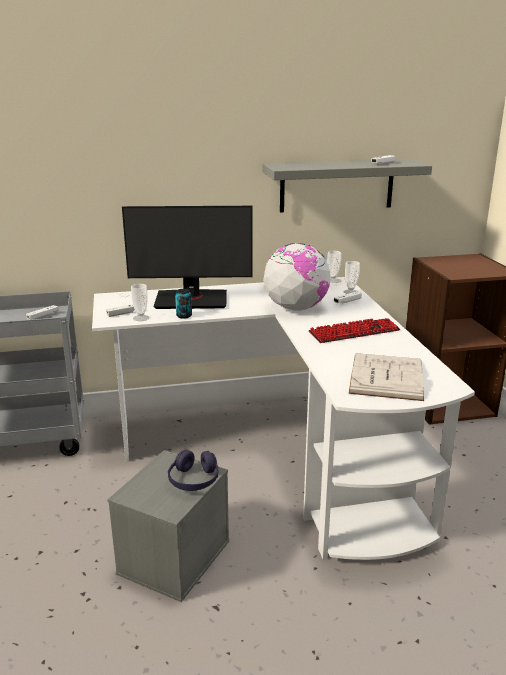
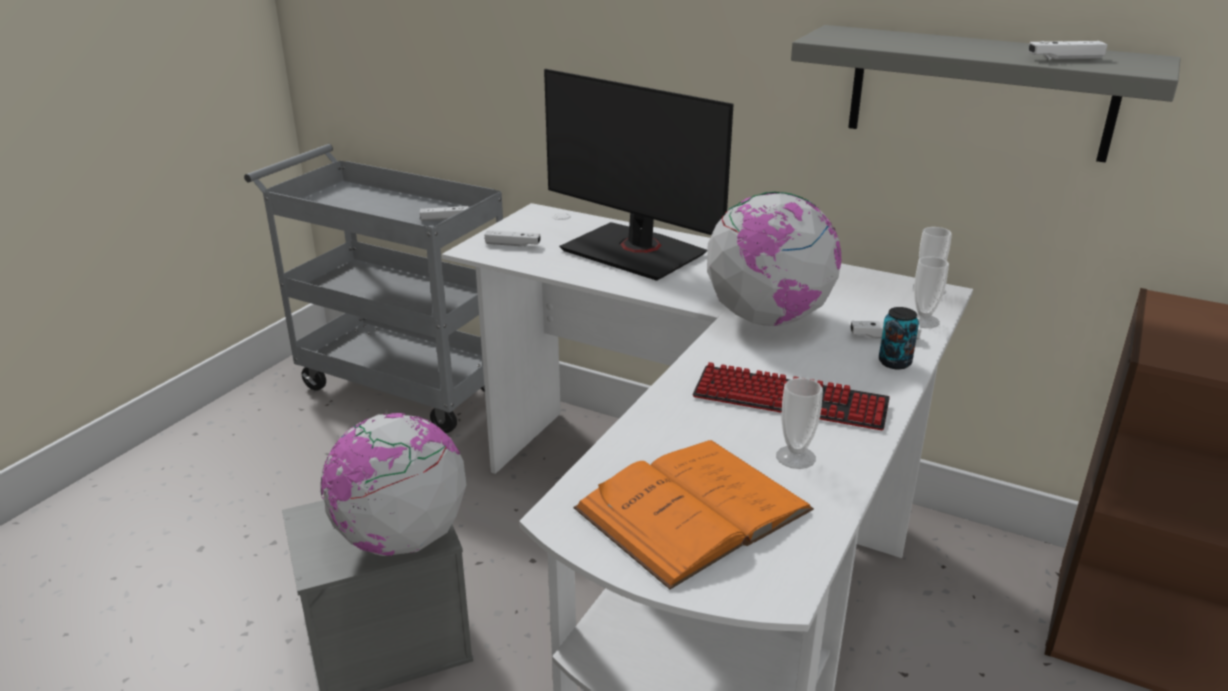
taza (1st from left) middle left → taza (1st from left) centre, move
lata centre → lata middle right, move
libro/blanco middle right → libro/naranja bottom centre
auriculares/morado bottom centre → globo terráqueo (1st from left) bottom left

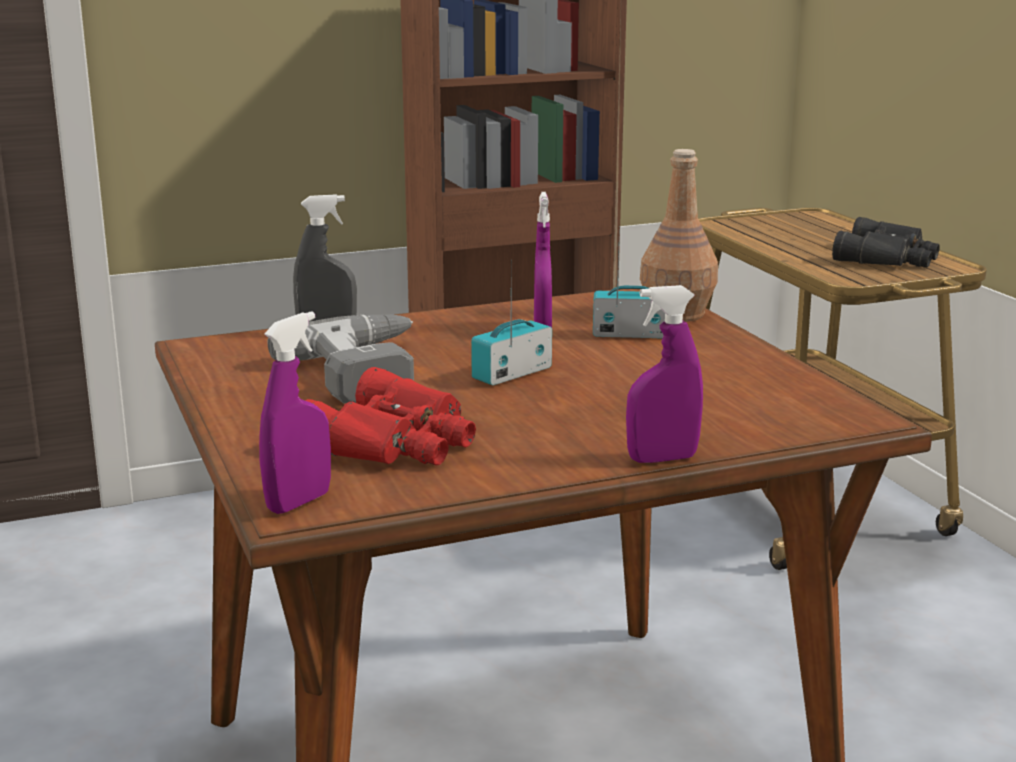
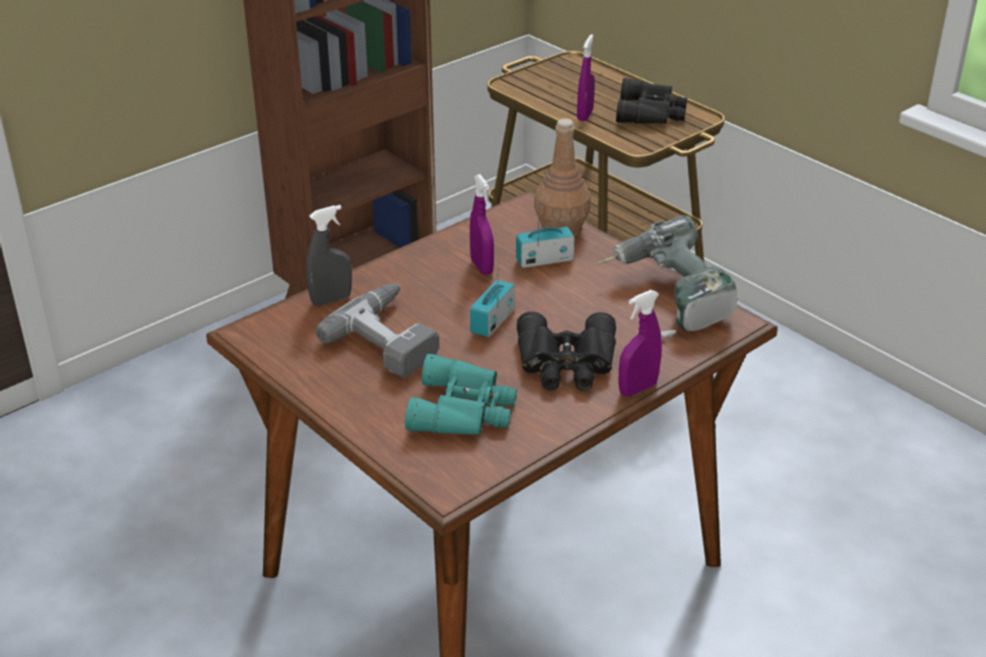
pulverizador/morado (1st from left in the first image) middle left → pulverizador/morado (2nd from left) top centre, move
prismáticos/rojo centre → prismáticos/turquesa centre
- → taladro (2nd from left) middle right
- → prismáticos/negro (1st from left) centre

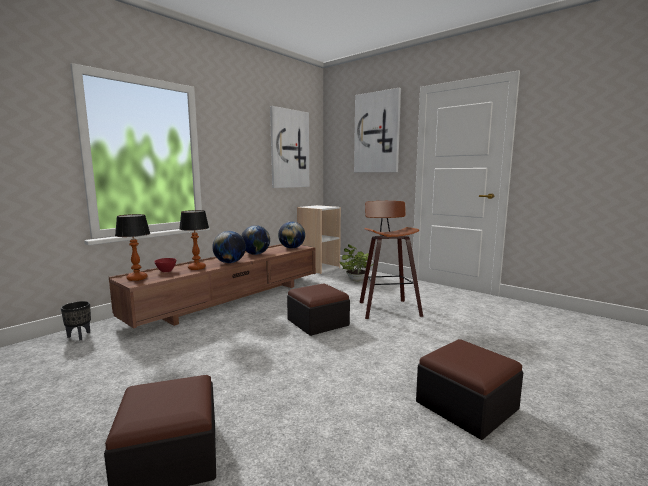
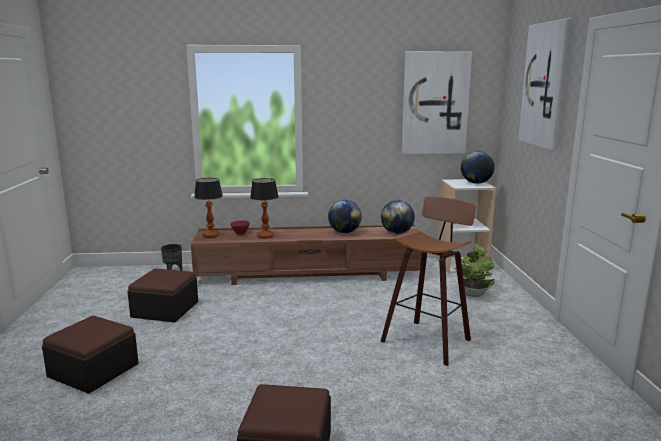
globo terráqueo (1st from left in the first image) centre → globo terráqueo (3rd from left) middle right, move
puf (2nd from left) centre → puf (2nd from left) bottom left, move

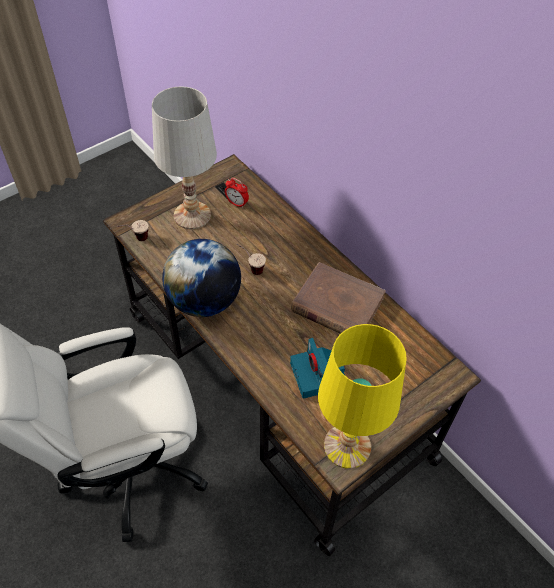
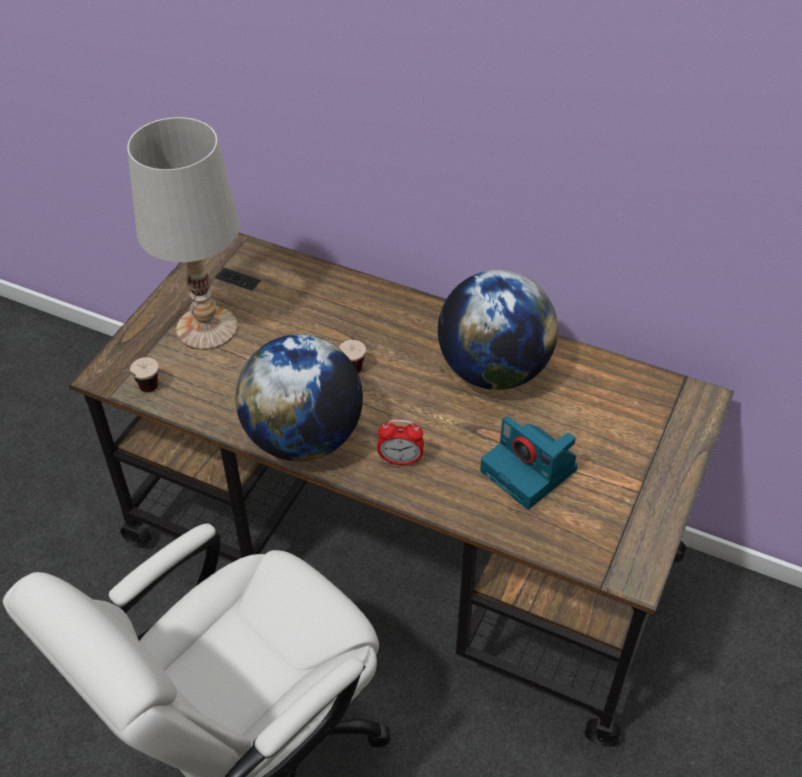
despertador top centre → despertador centre, move
libro/marrón centre → globo terráqueo (2nd from left) centre
lámpara de mesa/amarillo bottom centre → -

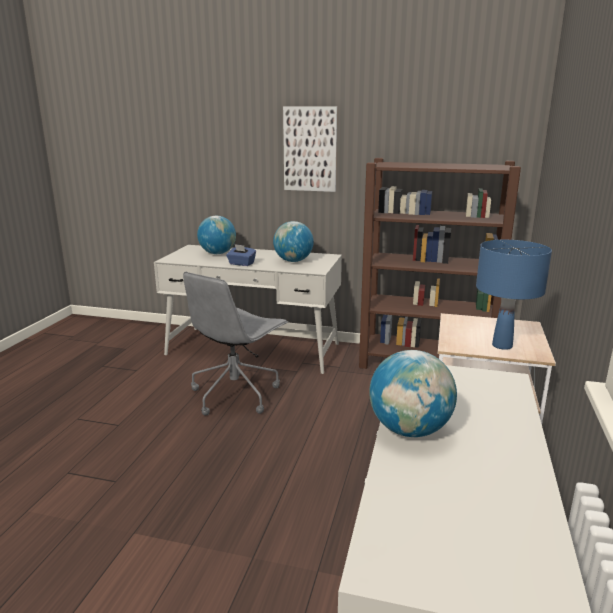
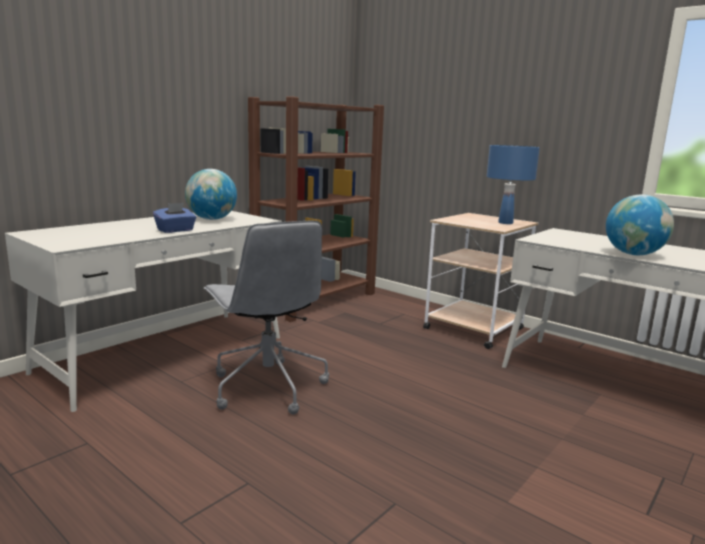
cuadro top centre → -
globo terráqueo (1st from left) centre → -

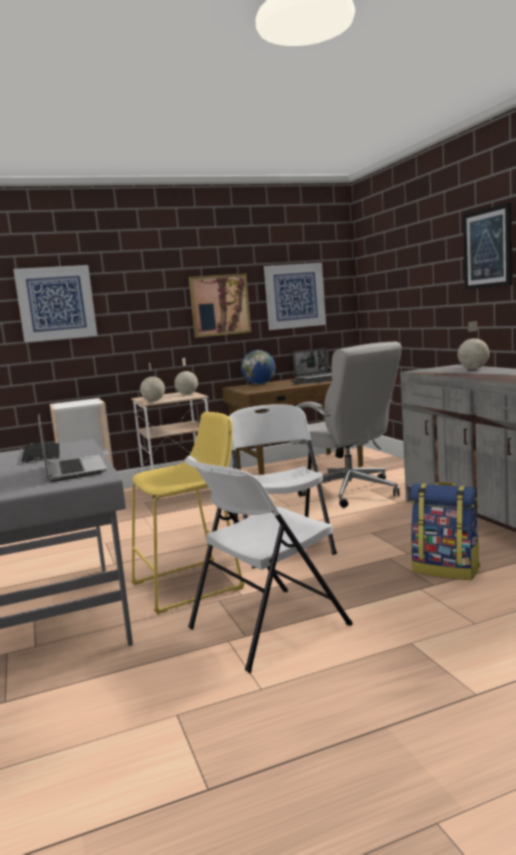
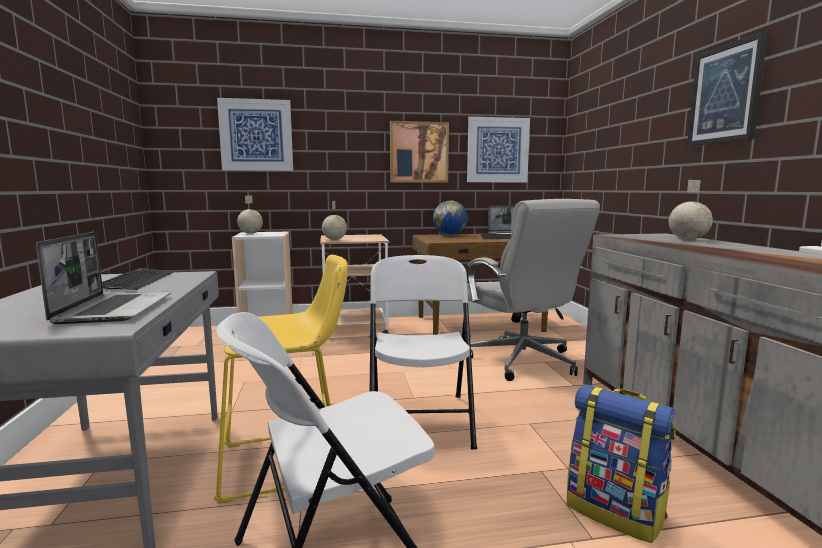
globo terráqueo (2nd from left in the first image) centre → globo terráqueo (1st from left) middle left, move

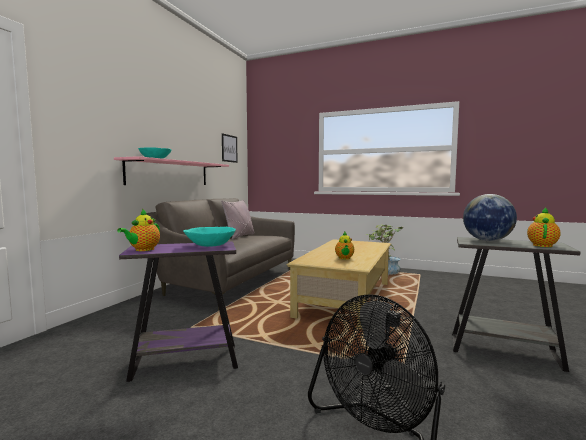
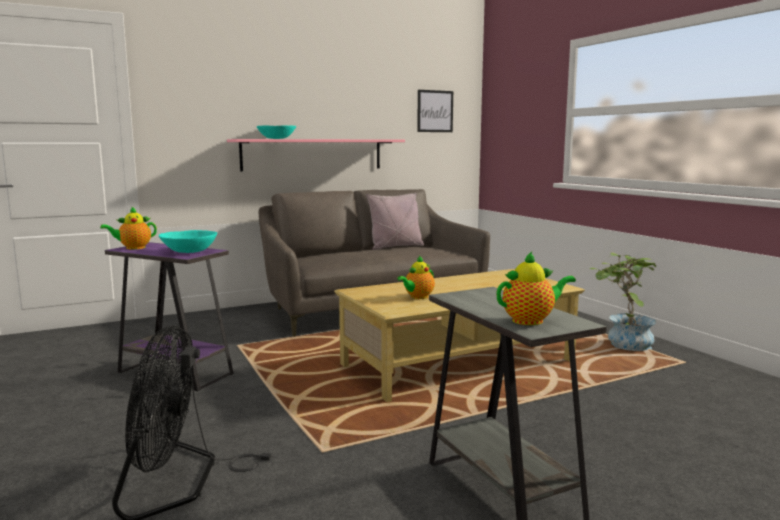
globo terráqueo middle right → -

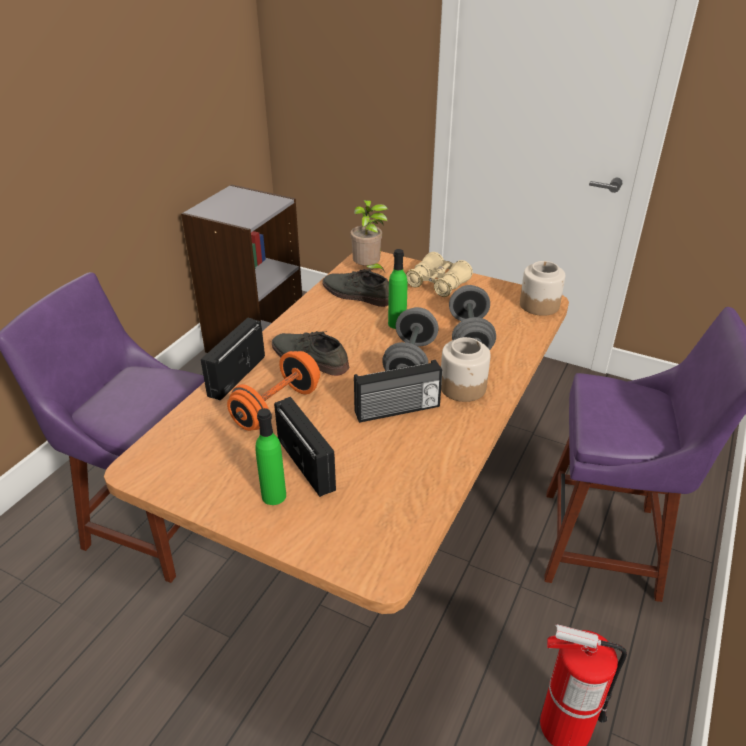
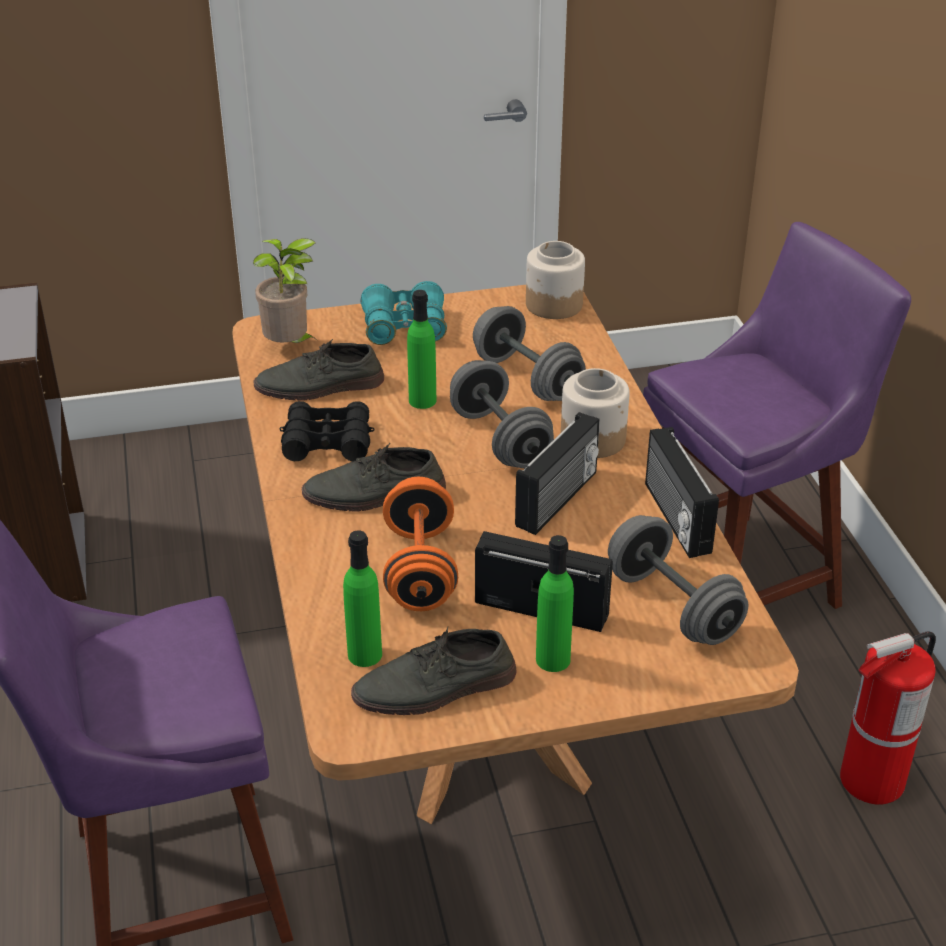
prismáticos/beis centre → prismáticos/turquesa top centre
radio (1st from left in the first image) middle left → radio (3rd from left) middle right, move
- → prismáticos/negro centre
- → mancuerna/gris (3rd from left) middle right
- → botella/verde (1st from left) centre
- → zapato/gris (3rd from left) bottom centre

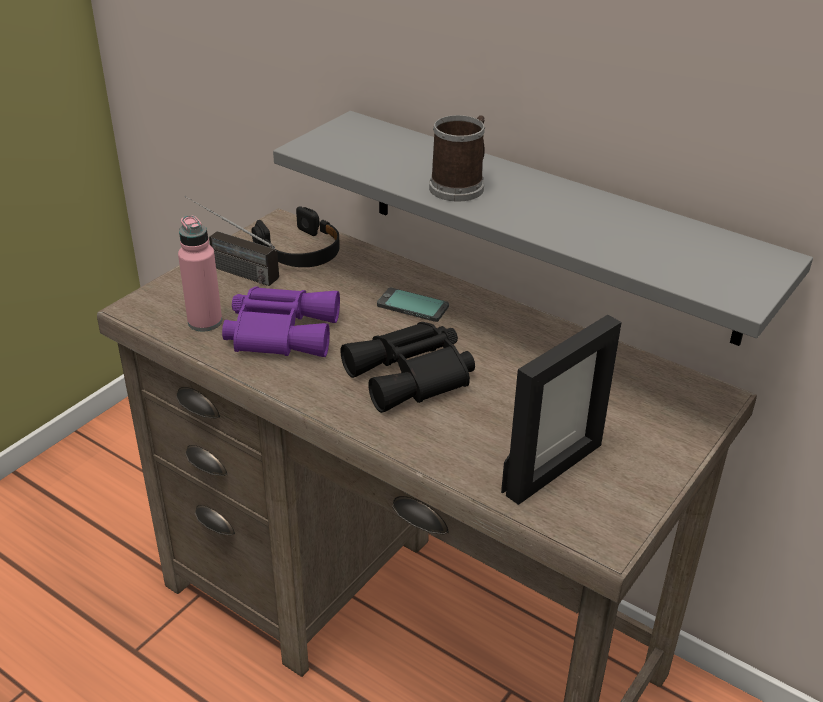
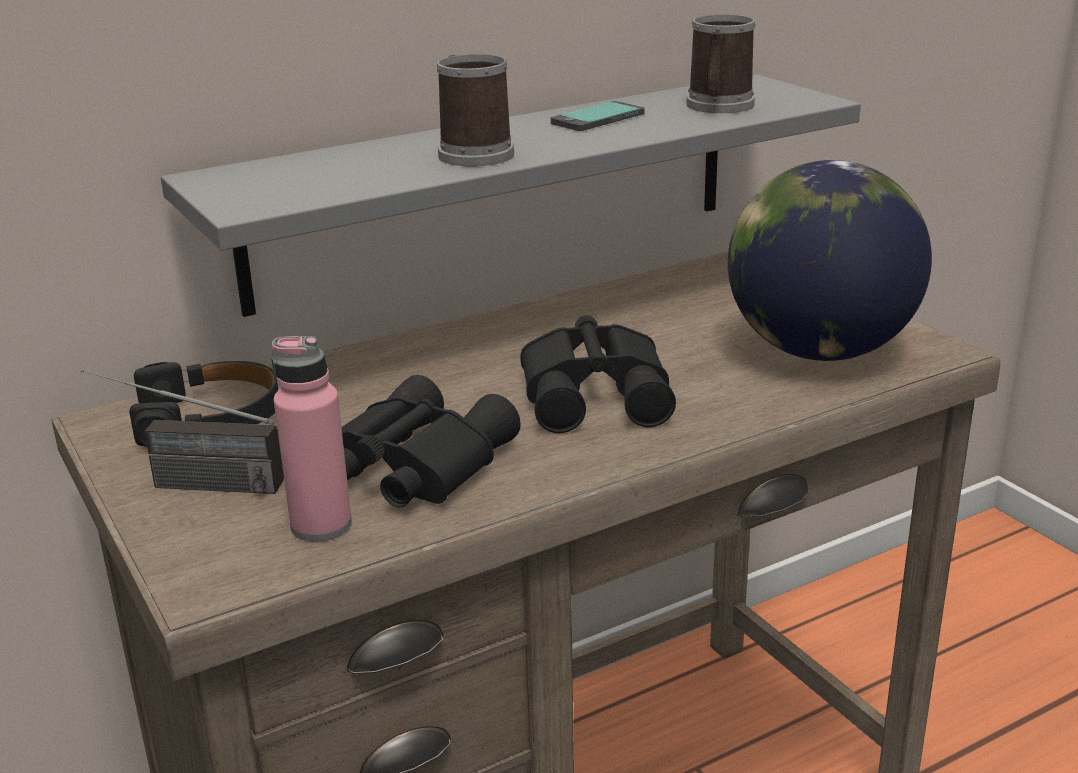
radio middle left, 45 degrees clockwise
prismáticos/morado centre → prismáticos/negro (1st from left) centre
móvil centre → móvil top centre, move
portarretratos middle right → globo terráqueo middle right
- → taza grande (2nd from left) top right

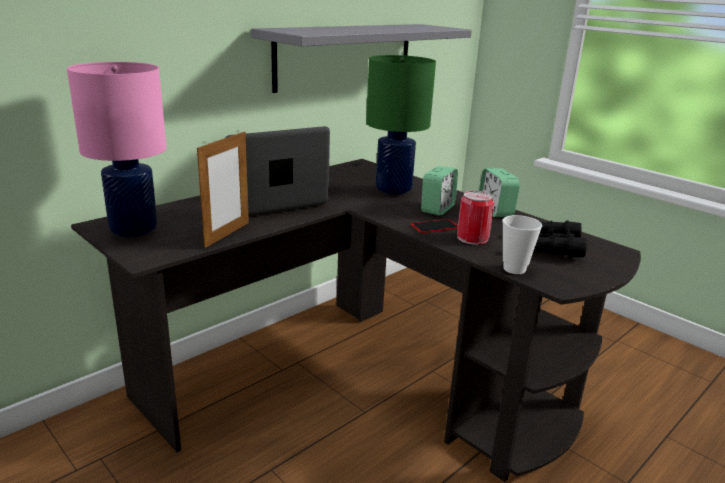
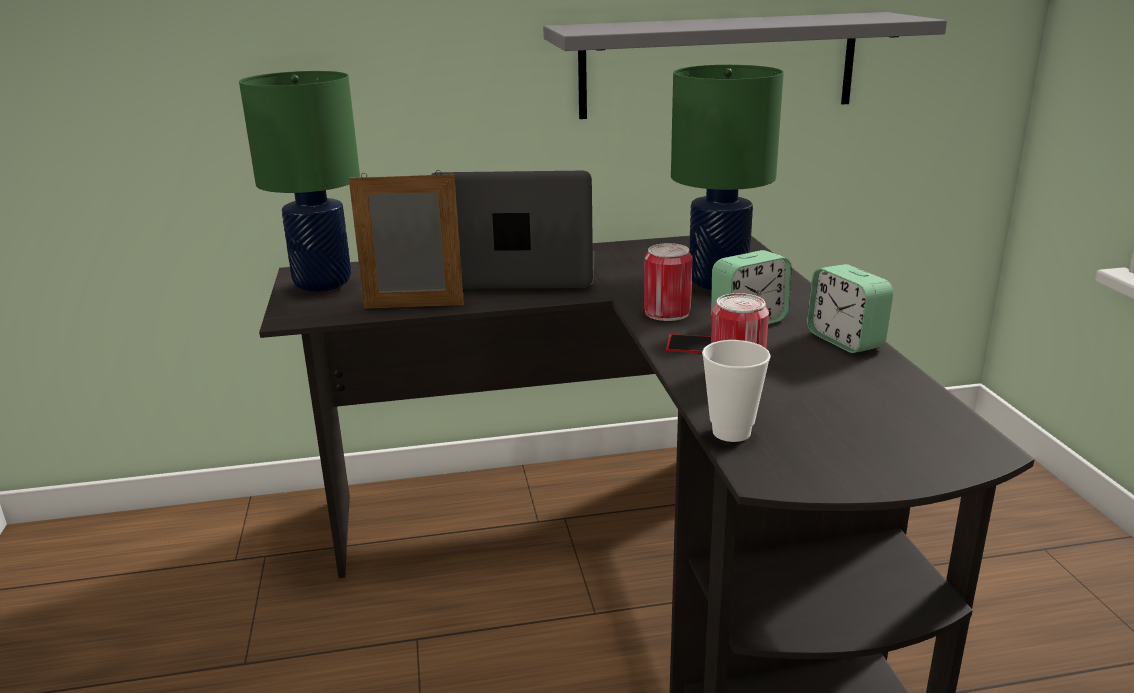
lámpara de mesa/rosa top left → lámpara de mesa/verde (1st from left) top left
portarretratos middle left → portarretratos centre, 150 degrees counterclockwise
despertador (2nd from left) middle right, 45 degrees counterclockwise
prismáticos/negro middle right → -
- → lata (1st from left) centre

